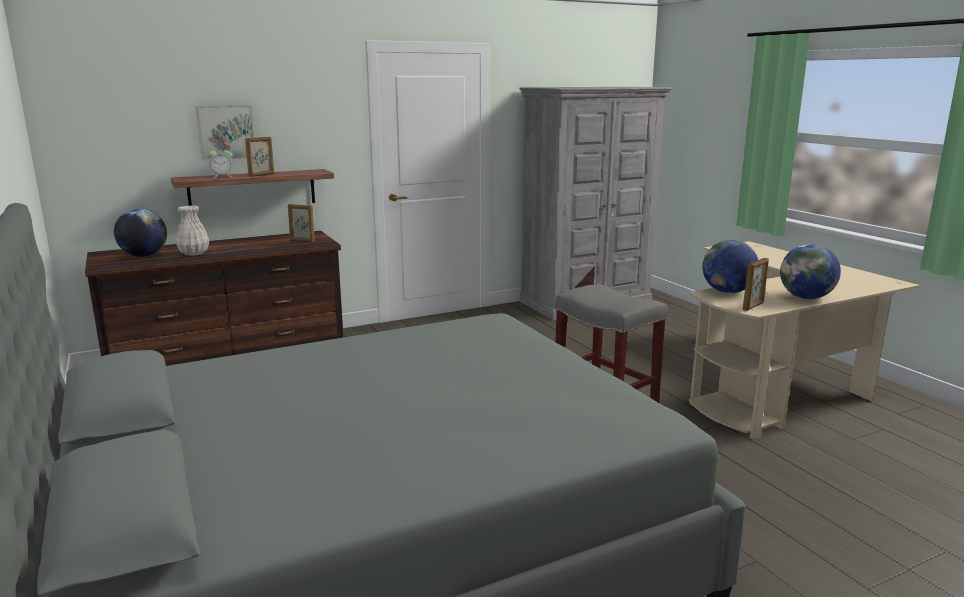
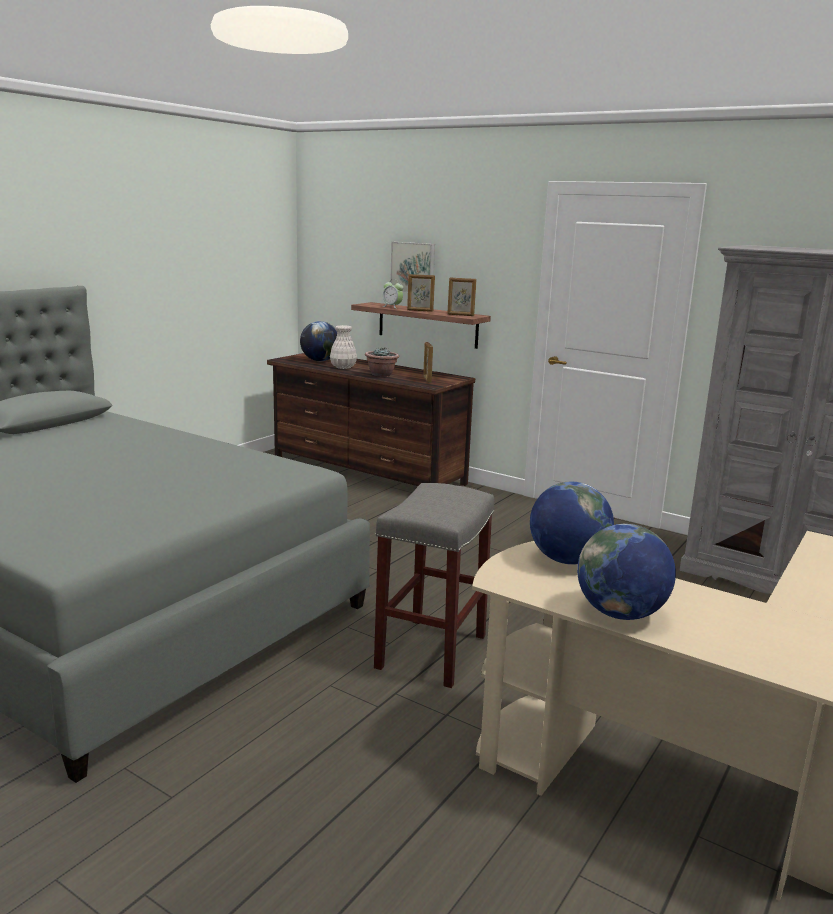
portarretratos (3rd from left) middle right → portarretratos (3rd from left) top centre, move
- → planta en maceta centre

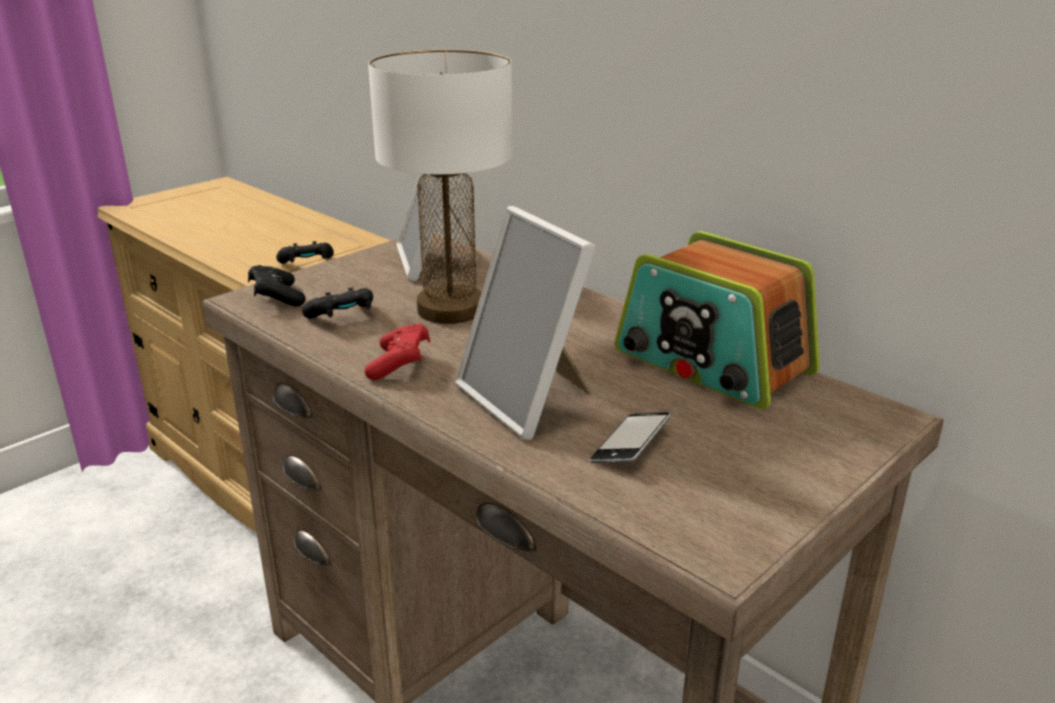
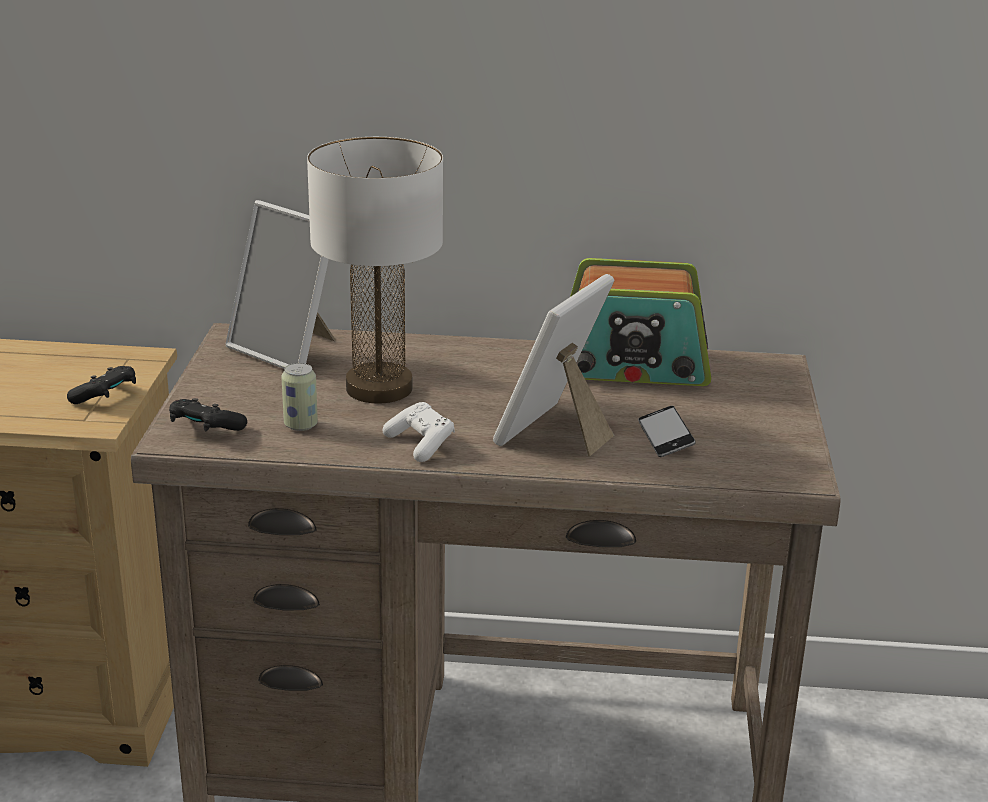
portarretratos (2nd from left) centre, 105 degrees clockwise
mando de consola/negro (3rd from left) middle left → lata middle left
mando de consola/rojo centre → mando de consola/blanco centre

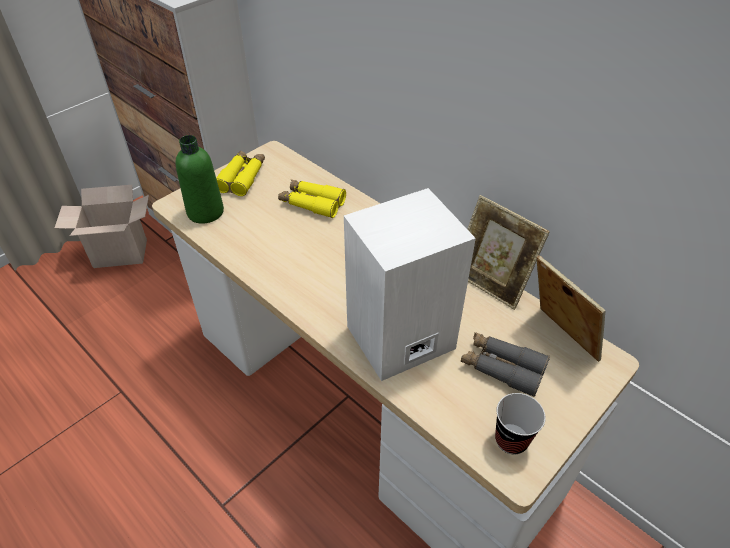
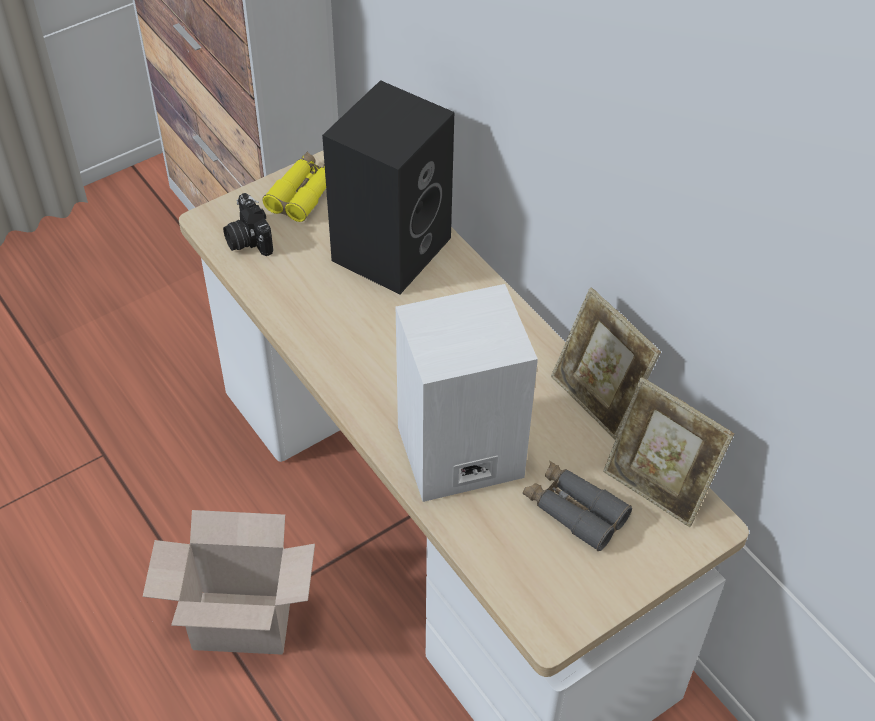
botella/verde top left → cámara top left
prismáticos/amarillo (2nd from left) centre → altavoz/negro top centre
caja de cartón middle left → caja de cartón bottom left, move
portarretratos (2nd from left) middle right, 150 degrees clockwise
taza bottom right → -

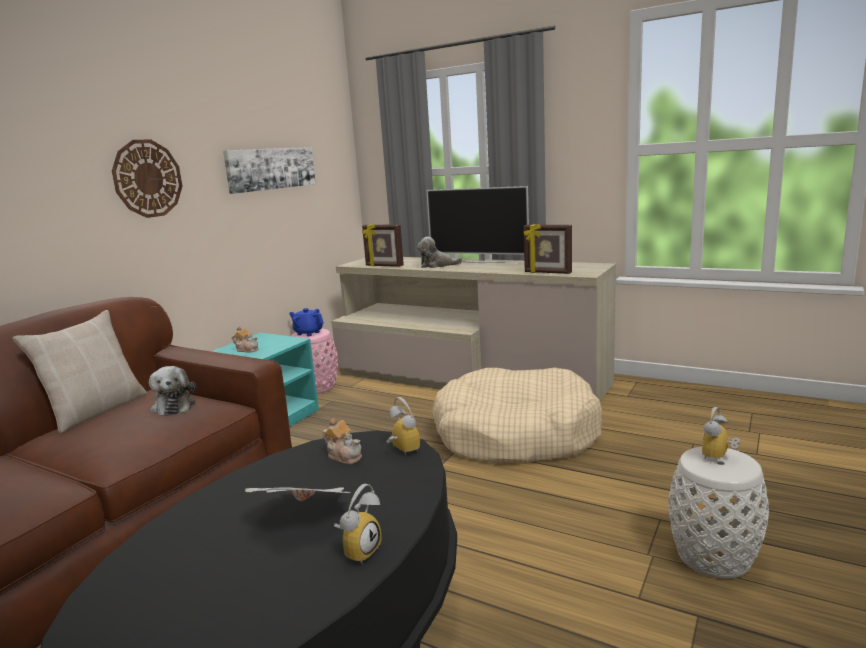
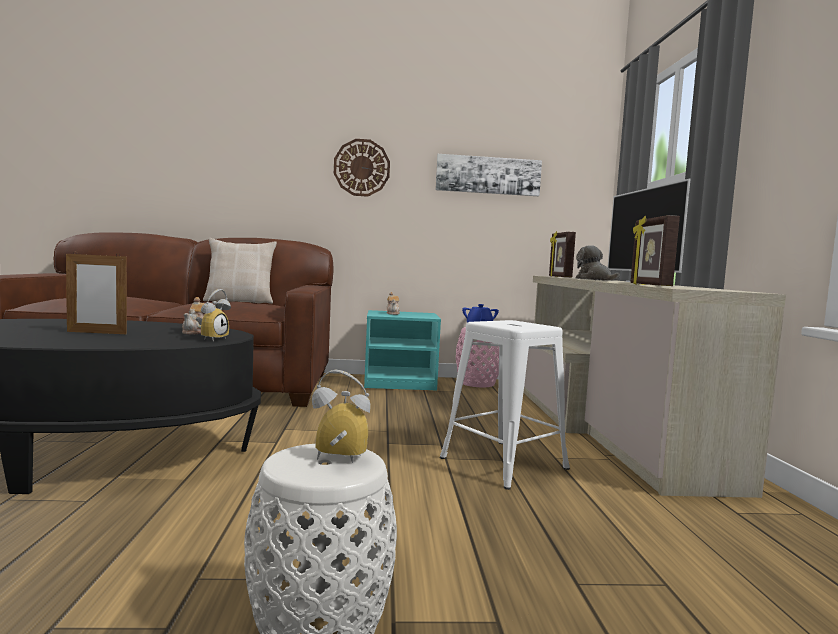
peluche (1st from left) middle left → -
cama para perro/beis centre → taburete/blanco (2nd from left) centre
despertador (1st from left) bottom centre → -
periódico bottom centre → portarretratos (1st from left) middle left

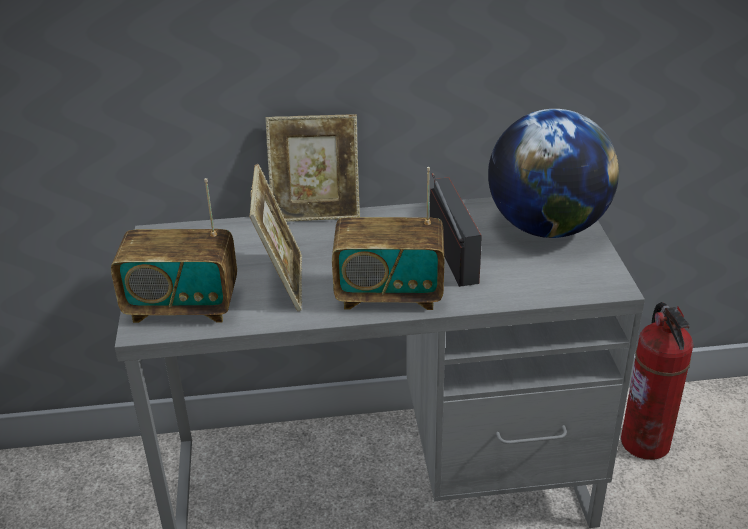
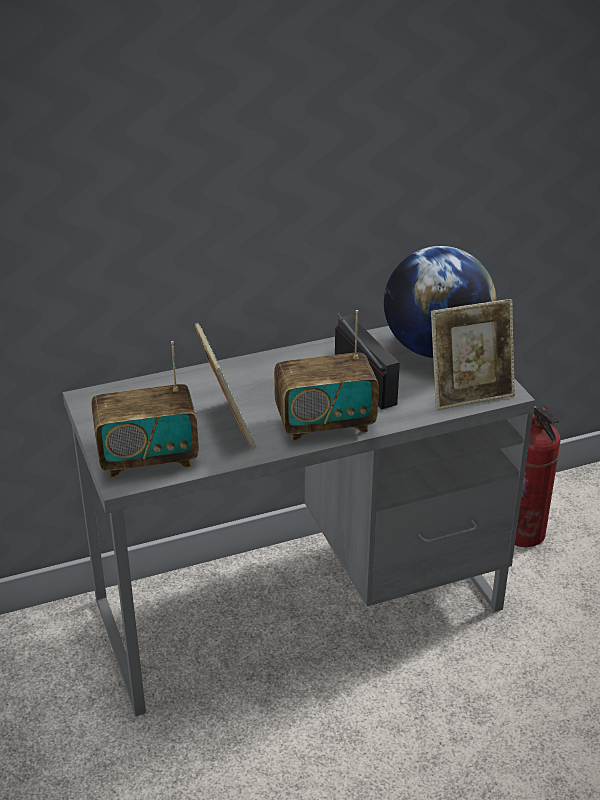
portarretratos (2nd from left) top centre → portarretratos (2nd from left) middle right, move

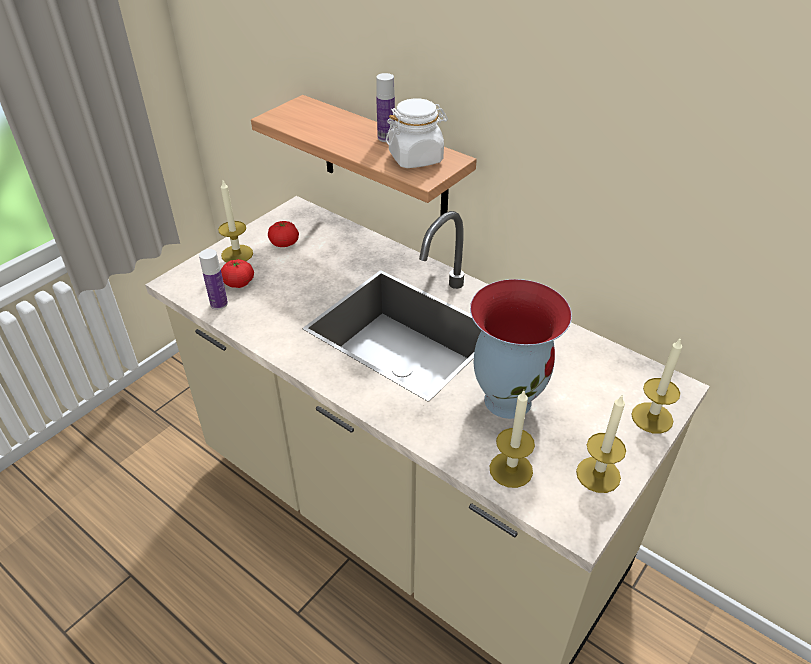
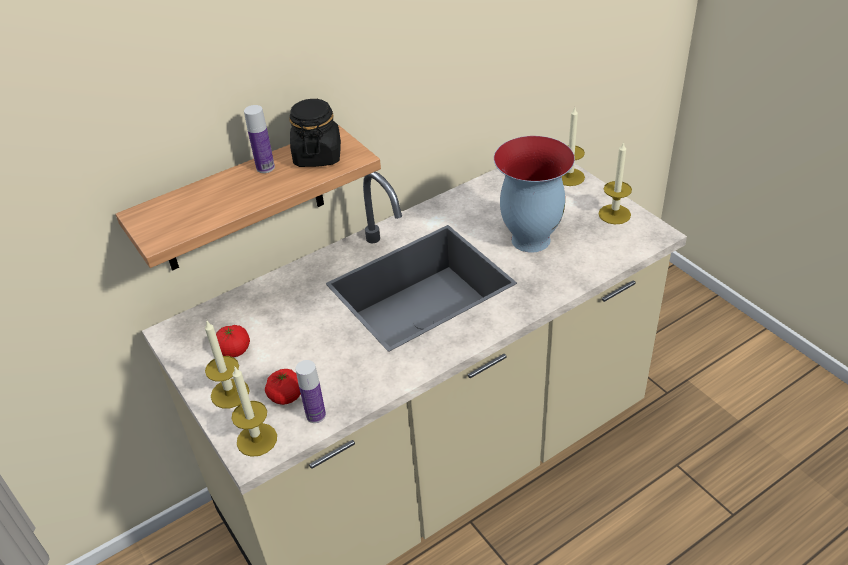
tarro/blanco top centre → tarro/negro top centre
vela (2nd from left) centre → vela (2nd from left) bottom left, move

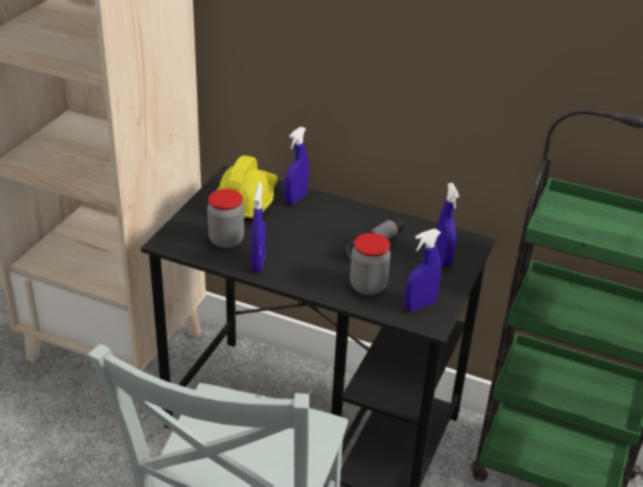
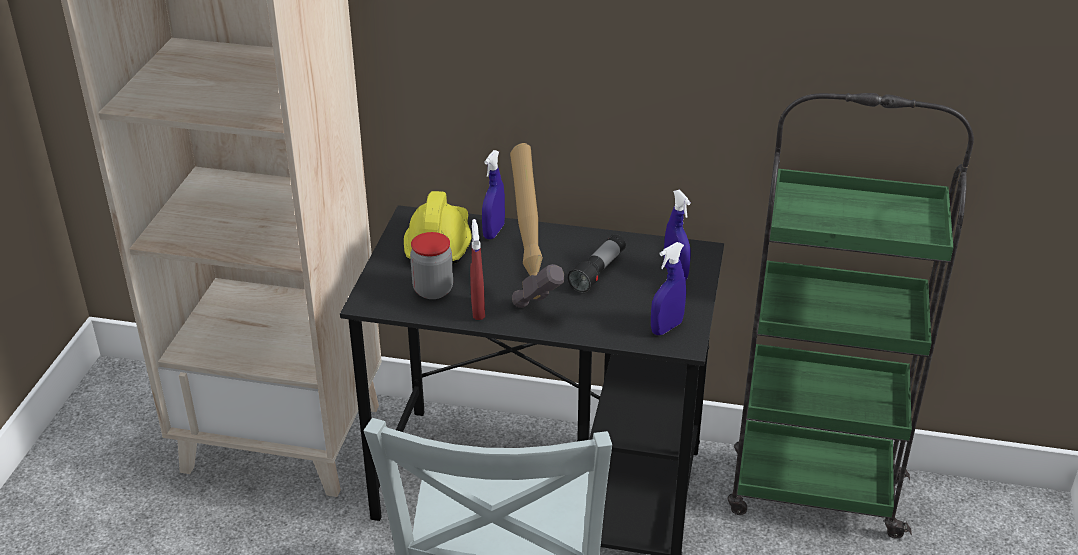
pulverizador/azul (1st from left) centre → pulverizador/rojo centre
tarro (2nd from left) centre → -
- → martillo centre

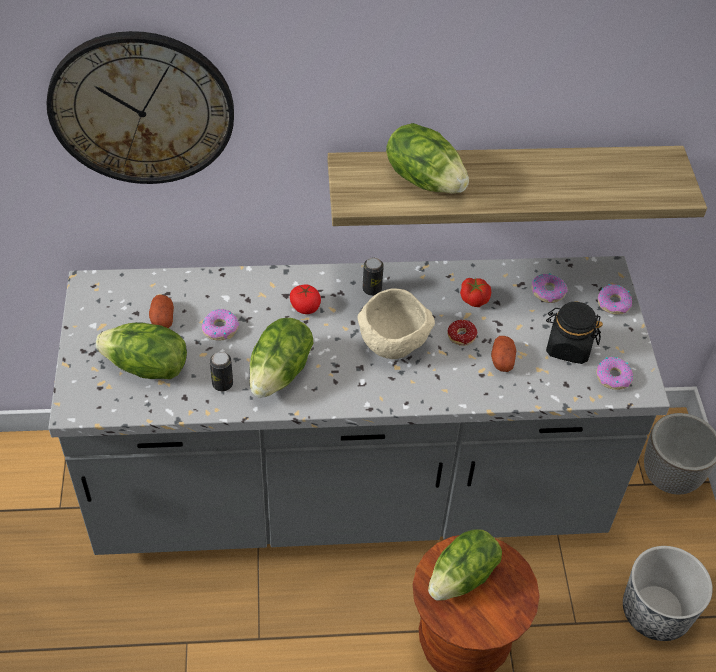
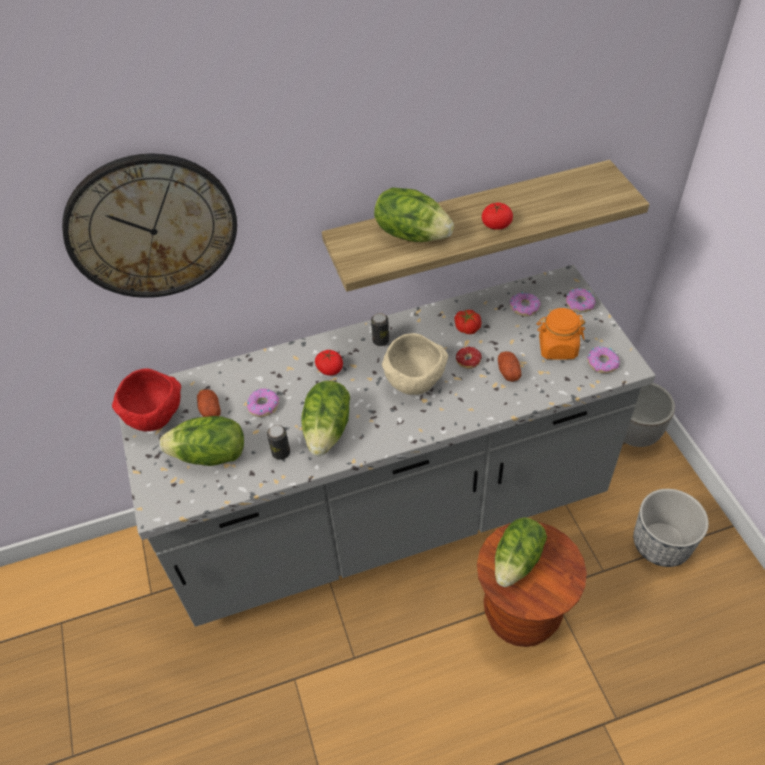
tarro/negro middle right → tarro/naranja middle right
- → tomate (3rd from left) top centre
- → cuenco/rojo middle left

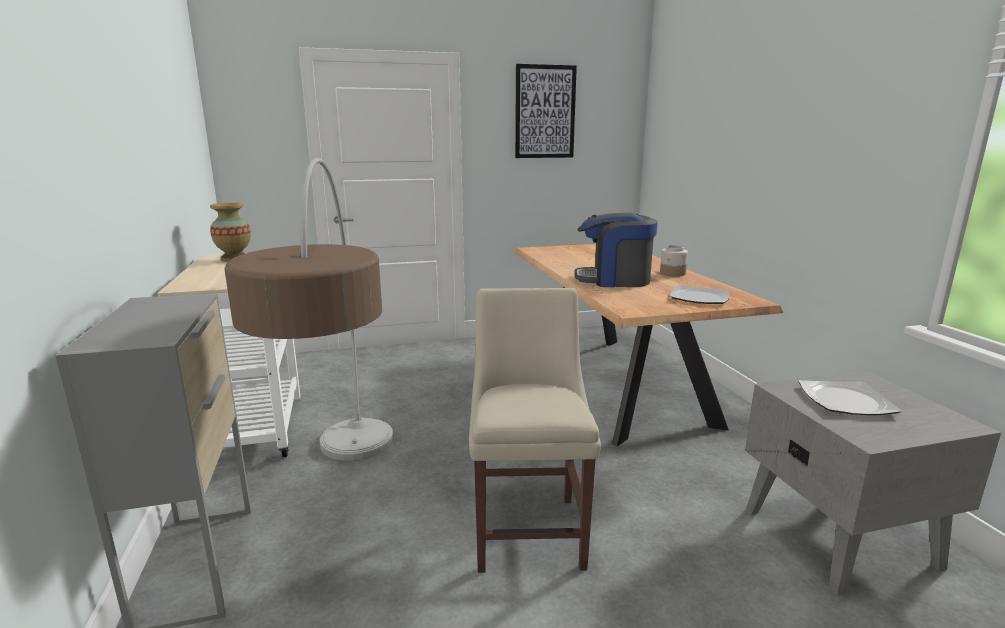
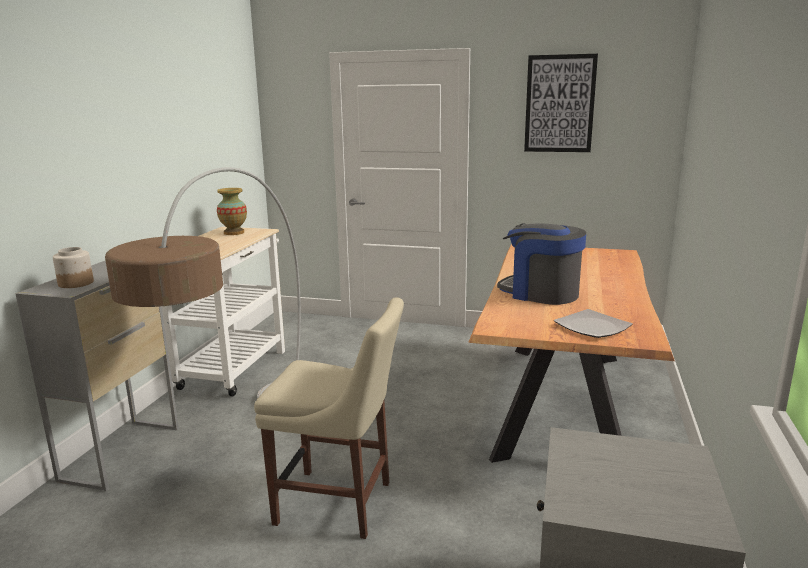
tarro middle right → tarro middle left, move
silla/beis bottom centre, 75 degrees clockwise
plato (2nd from left) middle right → -

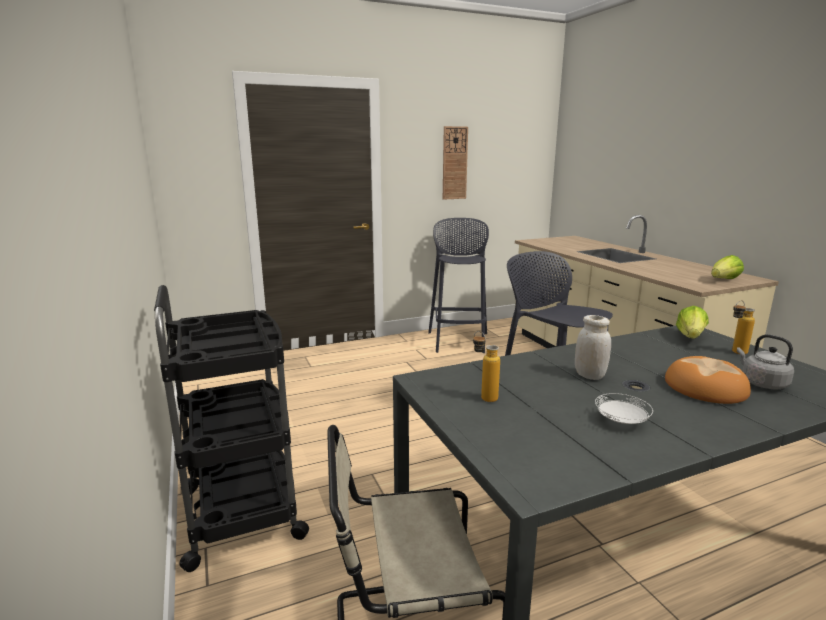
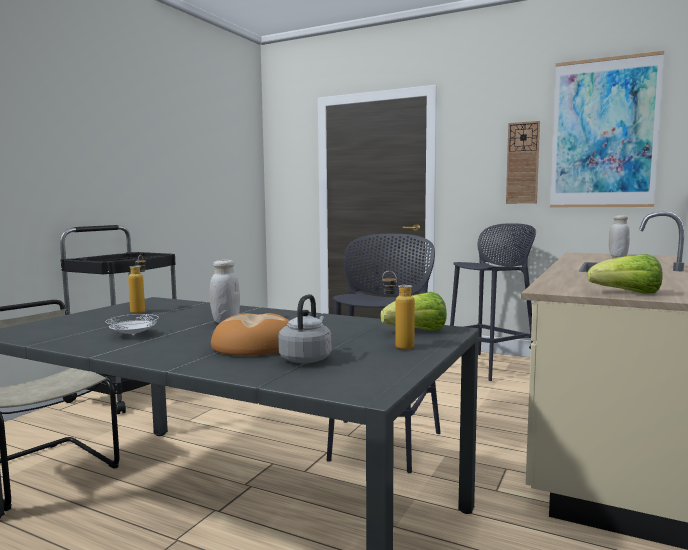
- → cuadro top right
- → tarro/blanco (2nd from left) middle right

